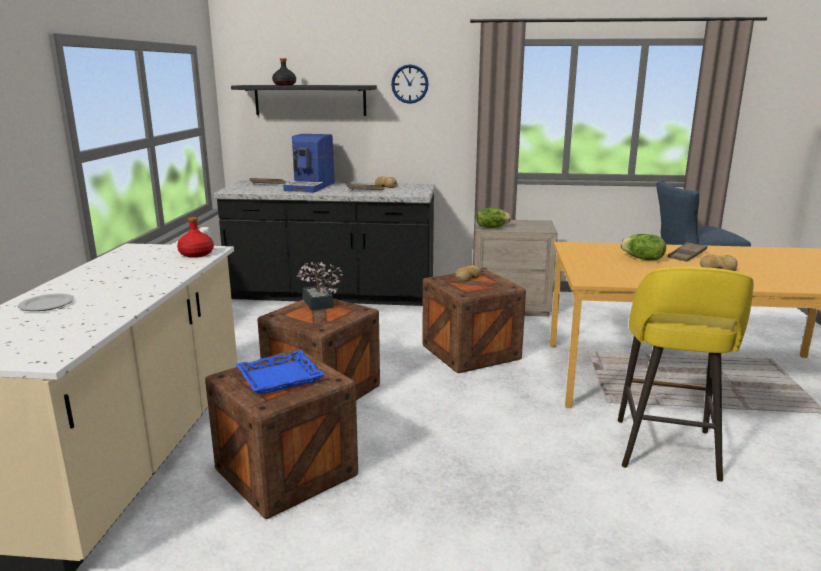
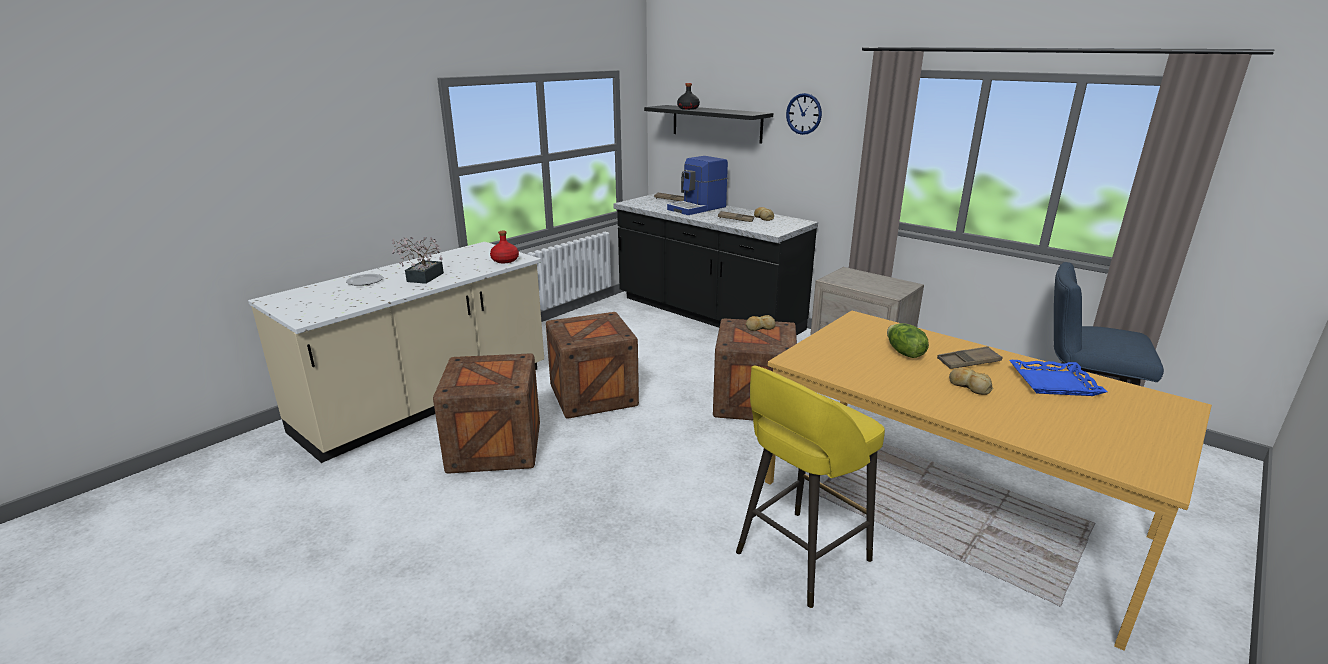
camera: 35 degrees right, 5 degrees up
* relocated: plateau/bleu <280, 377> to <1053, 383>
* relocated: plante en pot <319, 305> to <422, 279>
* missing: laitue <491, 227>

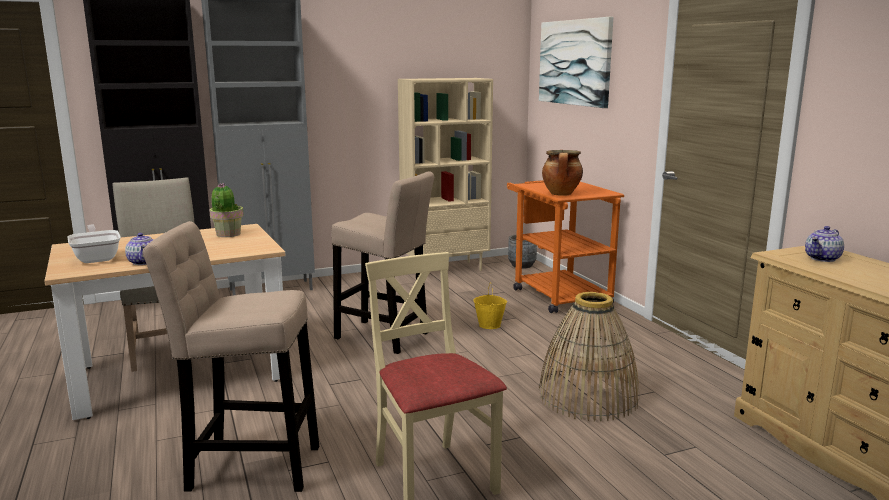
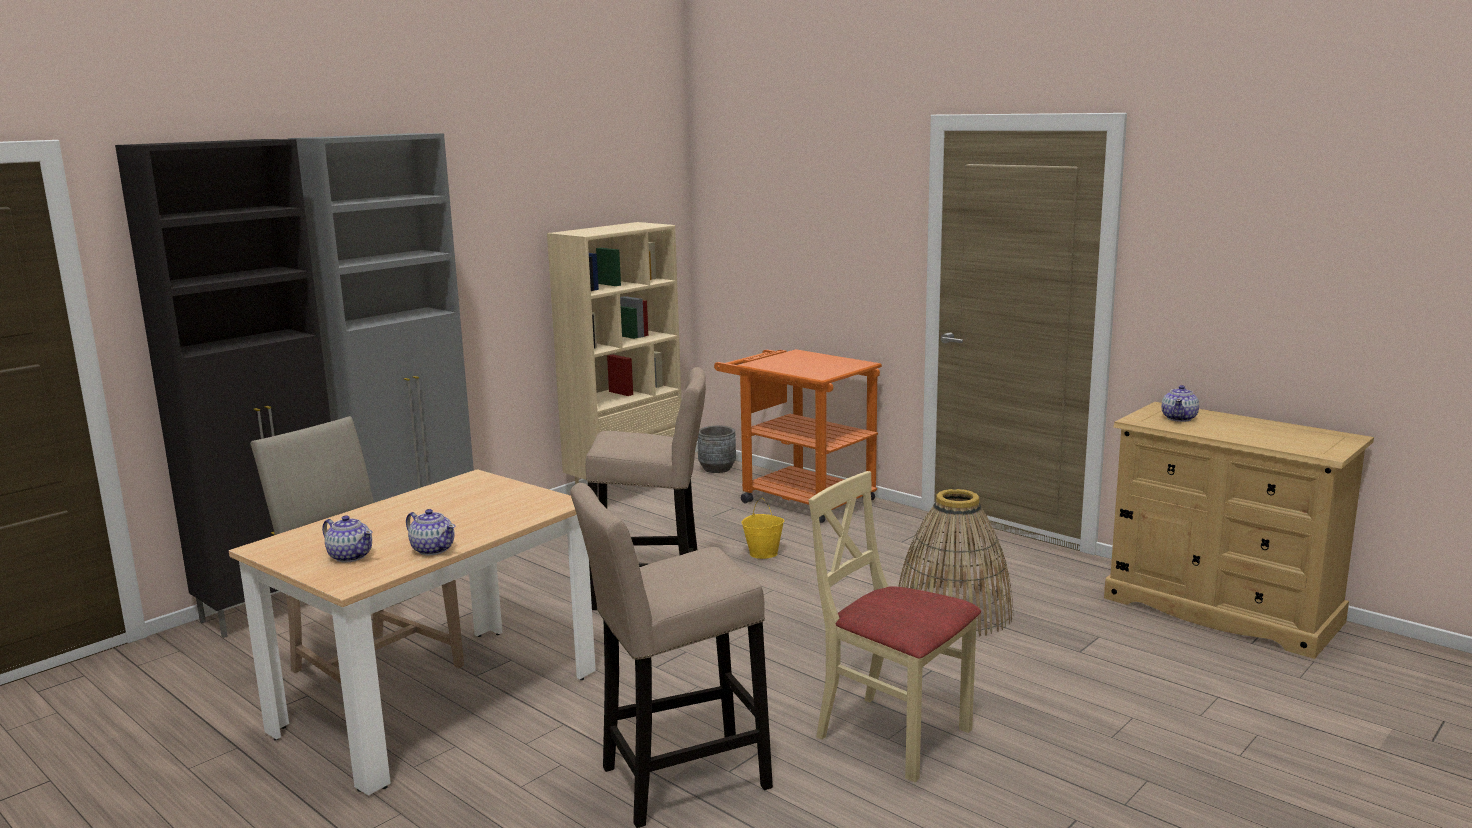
camera: 25 degrees left, 0 degrees up
* exchanged: poêle <97, 258> to théière <350, 556>
* missing: plante en pot <228, 234>
* missing: tableau <574, 62>
* missing: marmite <561, 194>

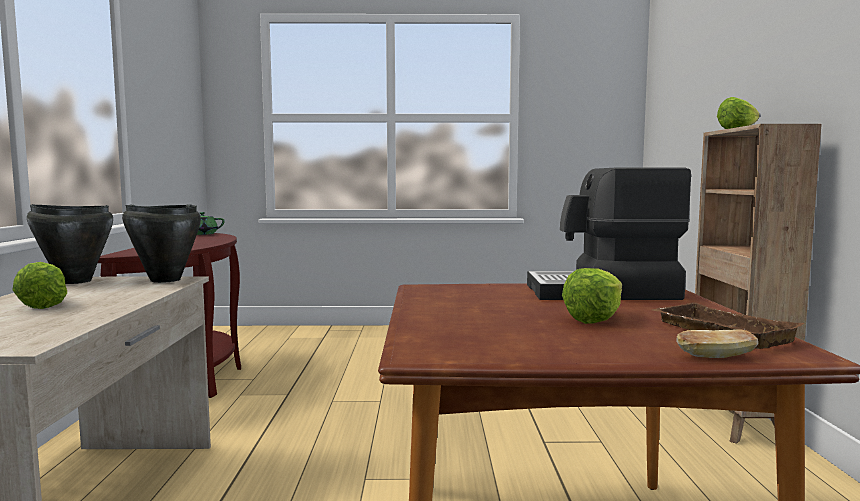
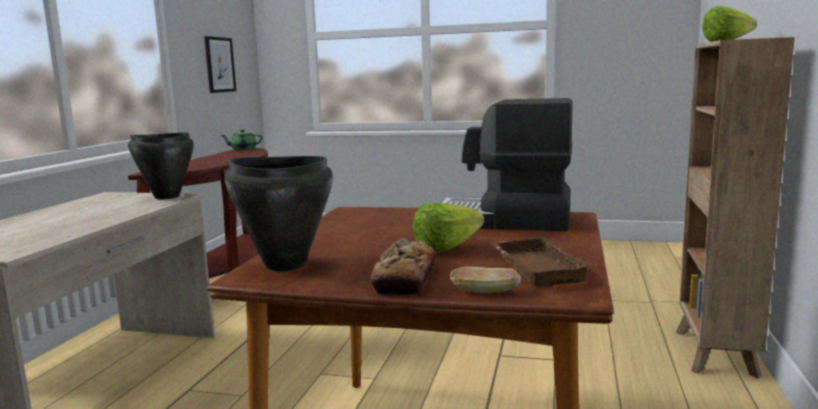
camera: 15 degrees right, 5 degrees up
* missing: laitue <46, 303>
* relocated: marmite/noir <74, 281> to <284, 265>
* appeared: tableau <219, 65>
* appeared: pain <405, 279>

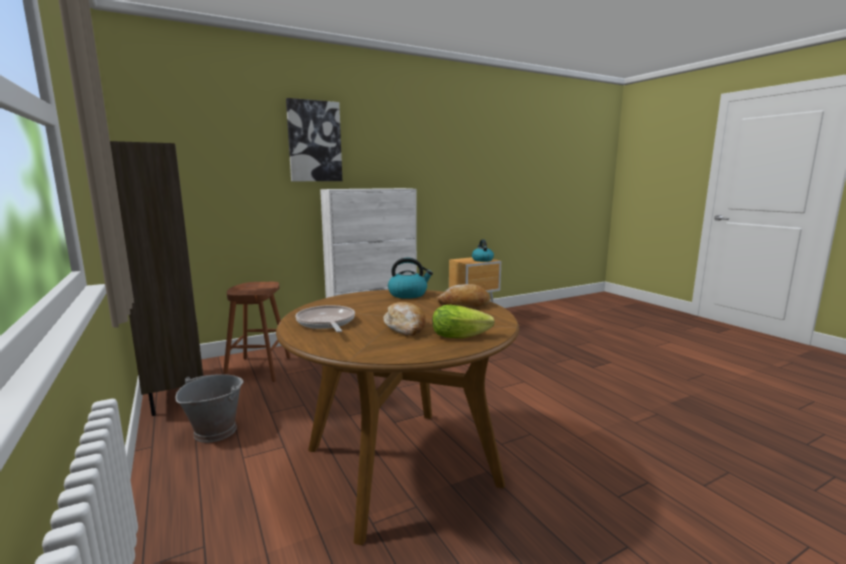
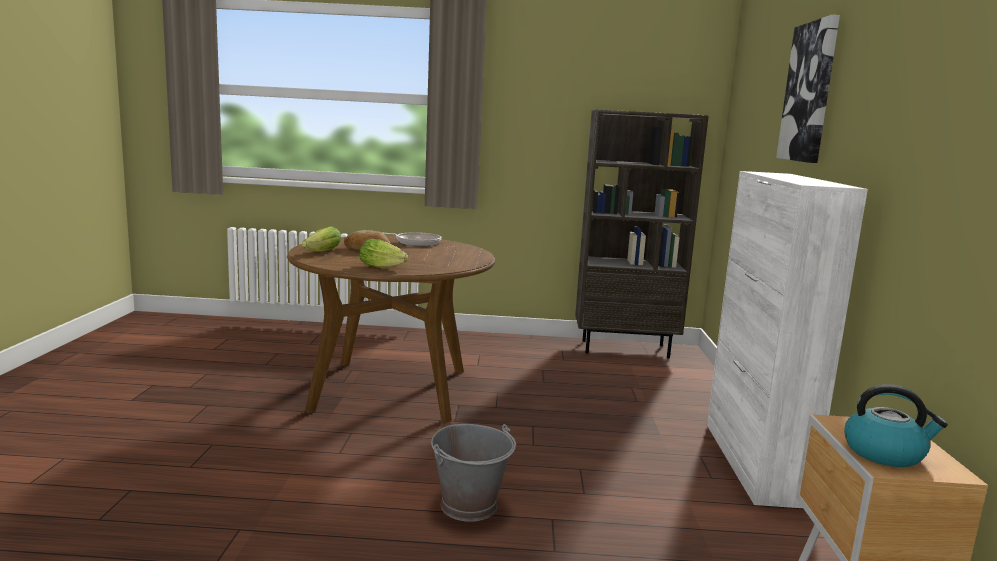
camera: 120 degrees right, 0 degrees up
* relocated: seau/gris <215, 431> to <470, 505>
* missing: tabouret/marron <258, 369>
* missing: bouilloire <408, 294>
* exchanged: pain <465, 304> to laitue <384, 267>

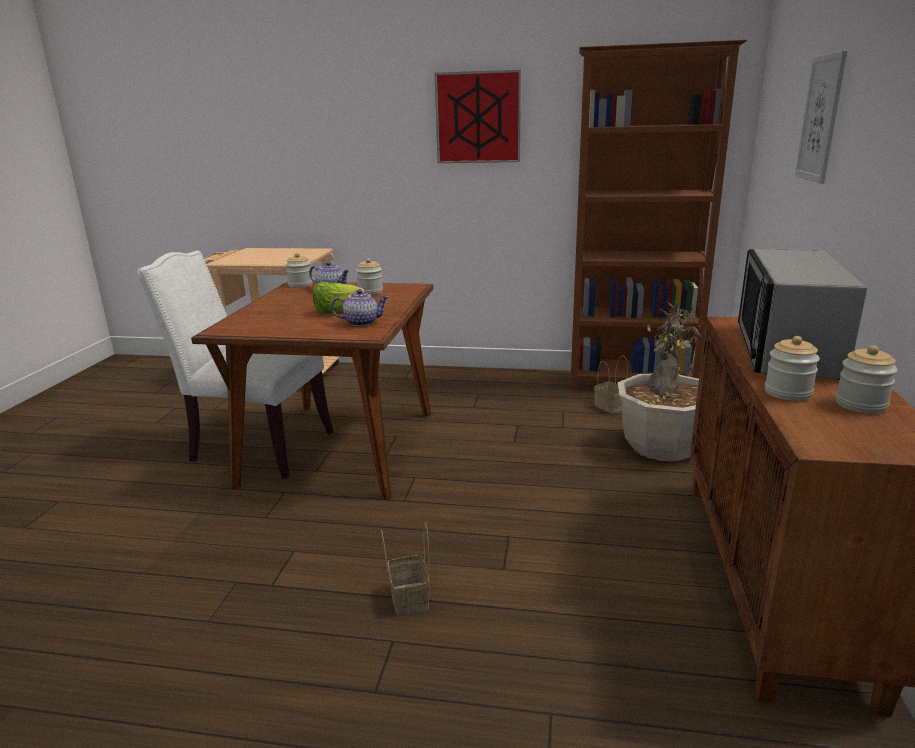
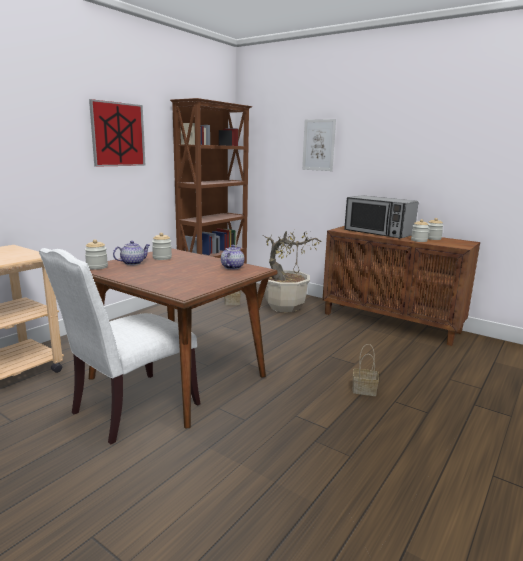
camera: 65 degrees left, 5 degrees down
* missing: laitue <337, 311>

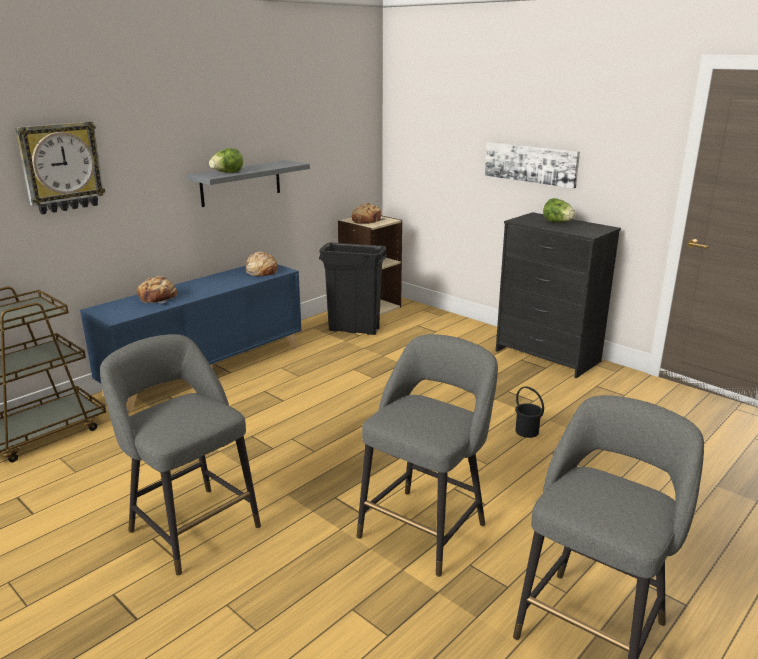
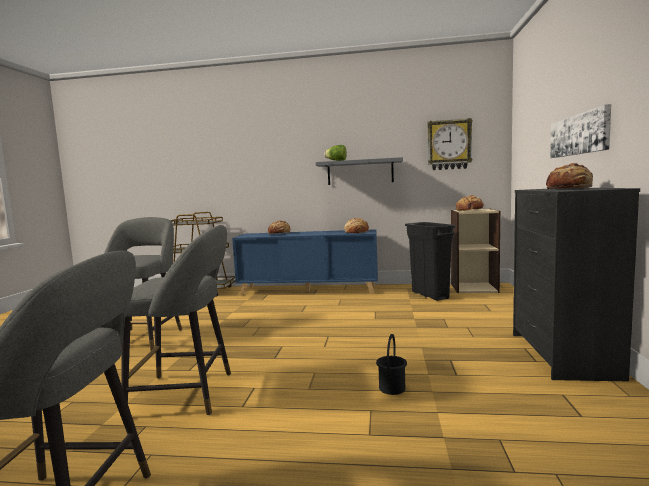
camera: 55 degrees right, 15 degrees down
* relocated: horloge murale <61, 167> to <449, 145>
* exchanged: laitue <558, 222> to pain <569, 188>

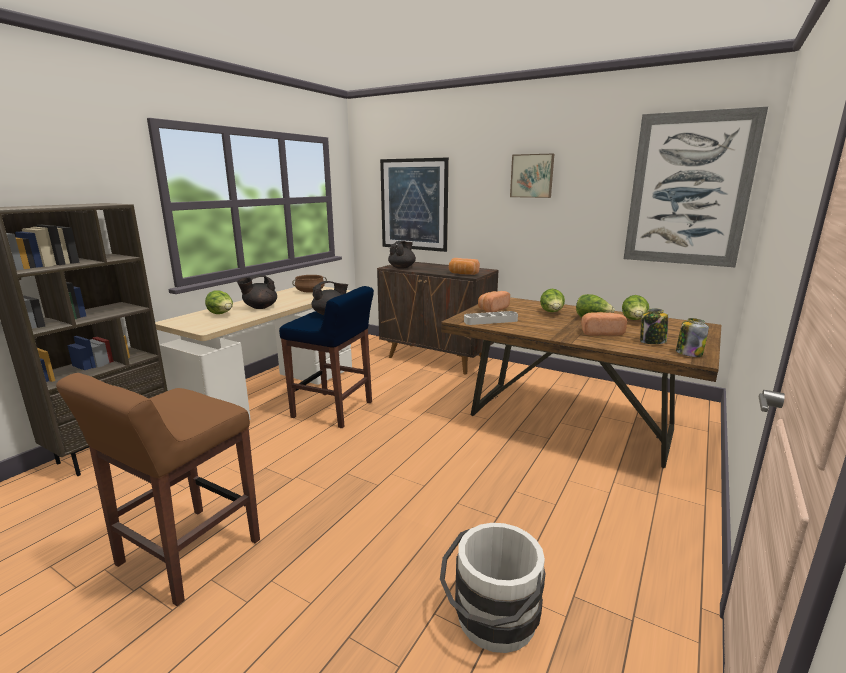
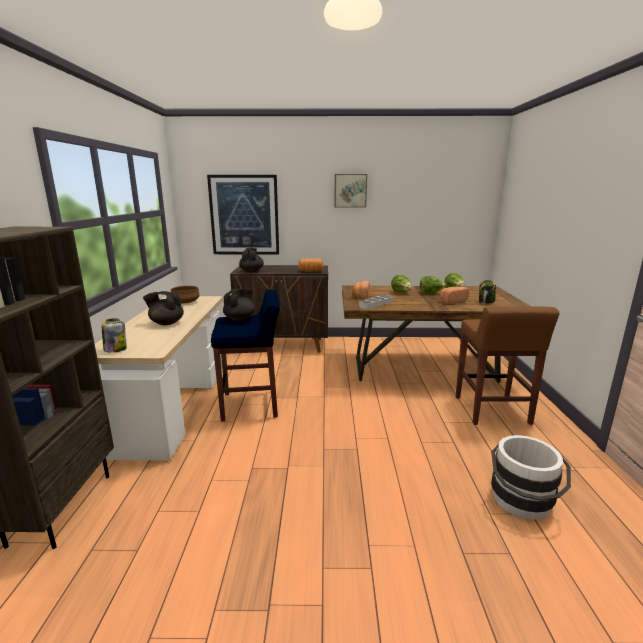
camera: 30 degrees left, 0 degrees up
* relocated: tabouret/marron <187, 554> to <492, 411>
* missing: laitue <221, 314>
* spun: théière/noir <260, 307> = <166, 323> 75 degrees clockwise
* missing: tableau <688, 190>
* relocated: bocal <688, 354> to <115, 349>

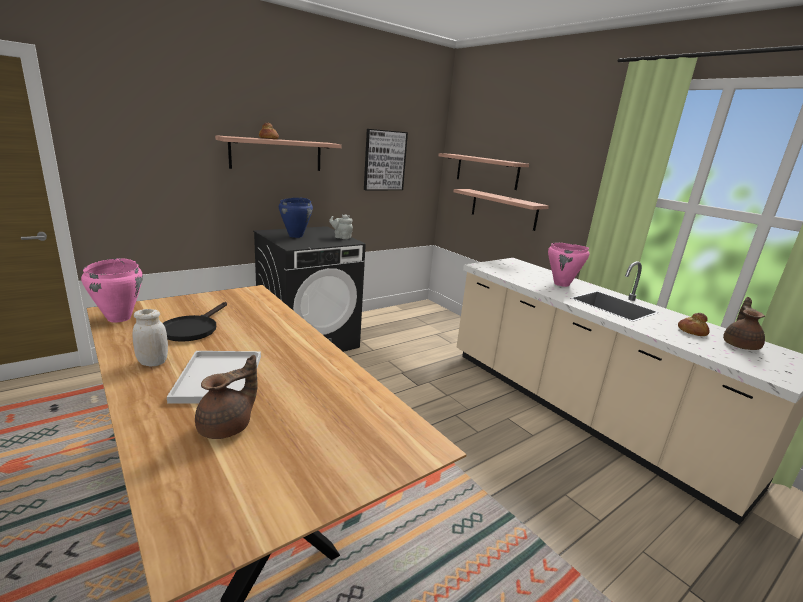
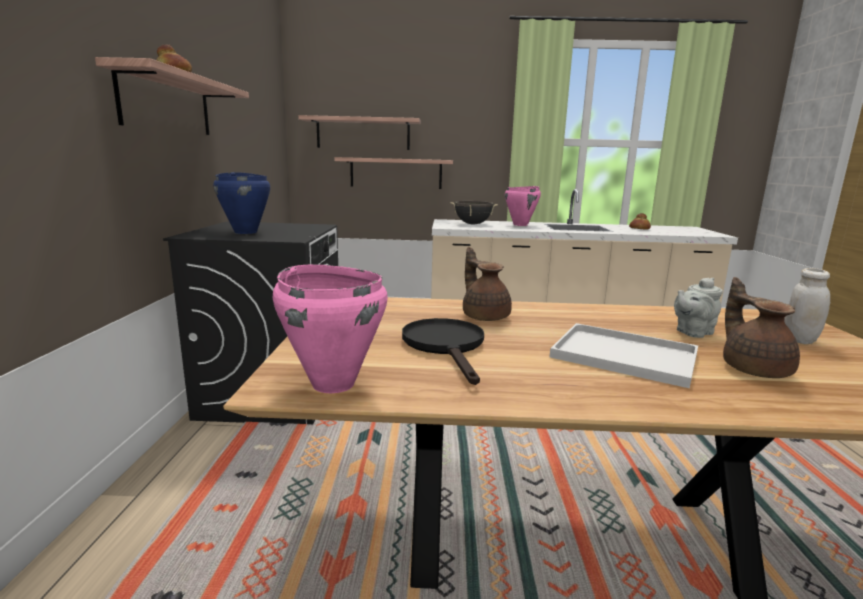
camera: 50 degrees left, 5 degrees down
* relocated: bocal/blanc <153, 362> to <799, 340>
* spun: poêle/noir <193, 328> = <446, 346> 150 degrees counterclockwise
* relocated: théière/gris <341, 237> to <692, 332>
* missing: tableau <384, 160>
* relocated: théière/marron <740, 345> to <484, 316>
* appeared: marmite/noir <472, 224>

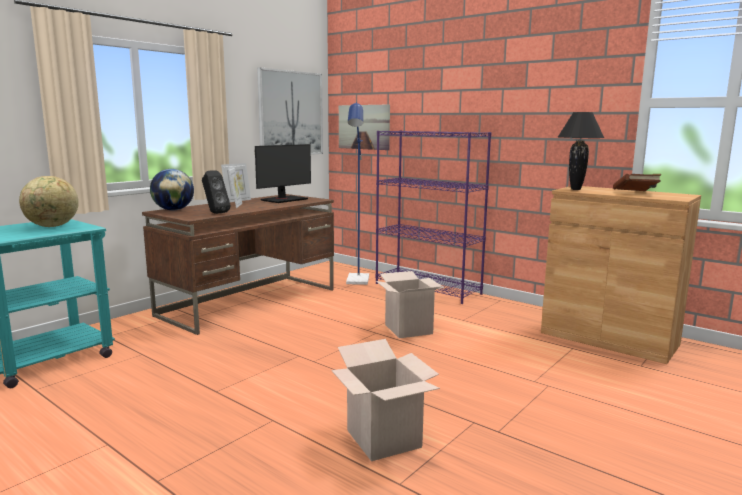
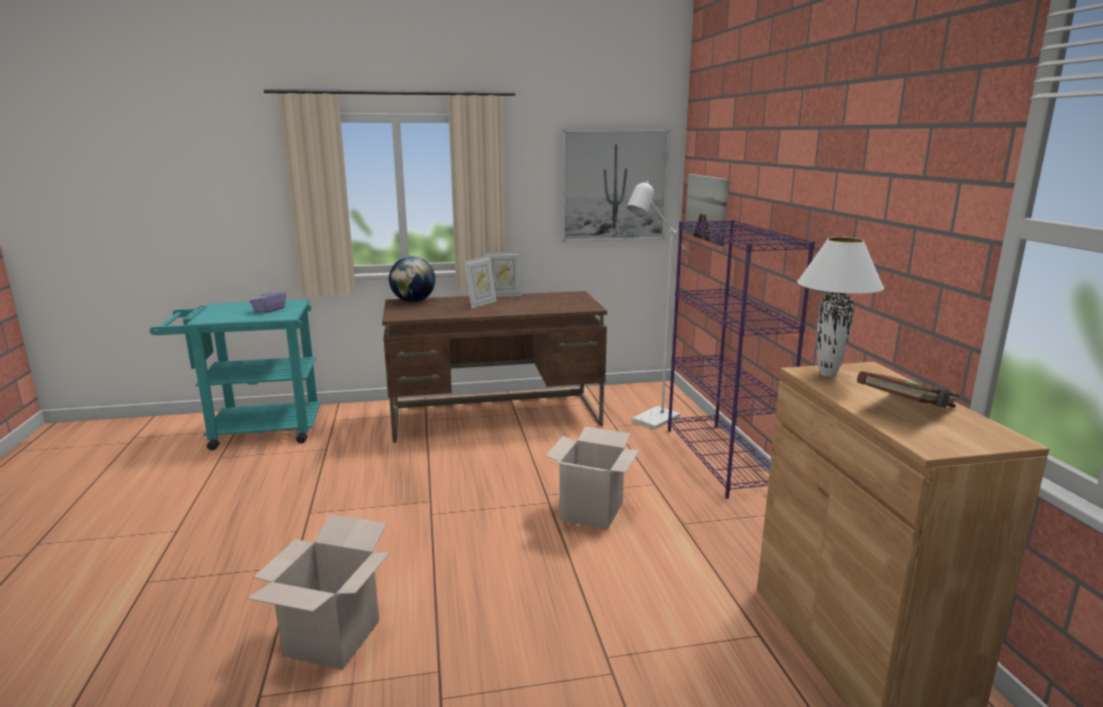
camera: 40 degrees right, 5 degrees up
* exchanged: globe <52, 226> to boîte à mouchoirs/violet <269, 310>
* missing: enceinte/noir <215, 213>
* missing: écran d'ordinateur <284, 199>
* colour: lampadaire/bleu <357, 281> to lampadaire/blanc <651, 421>
* colour: lampe de table/noir <575, 189> to lampe de table/blanc <828, 374>

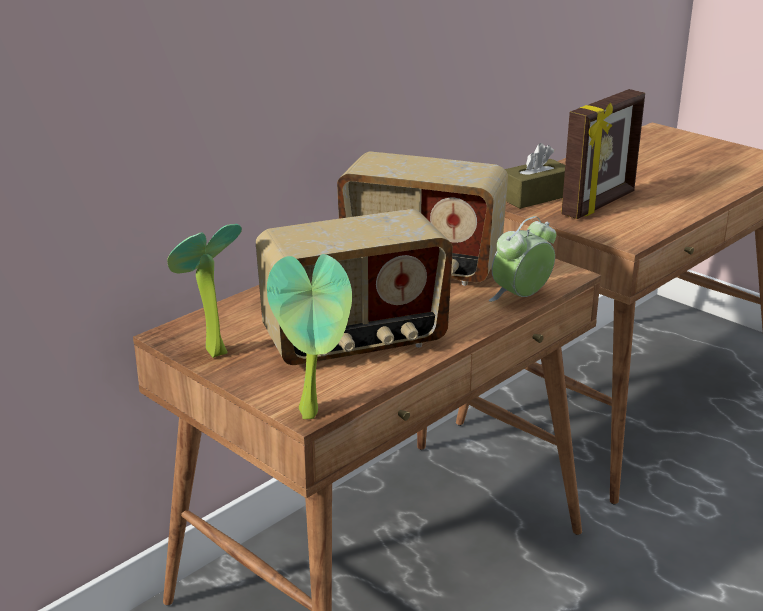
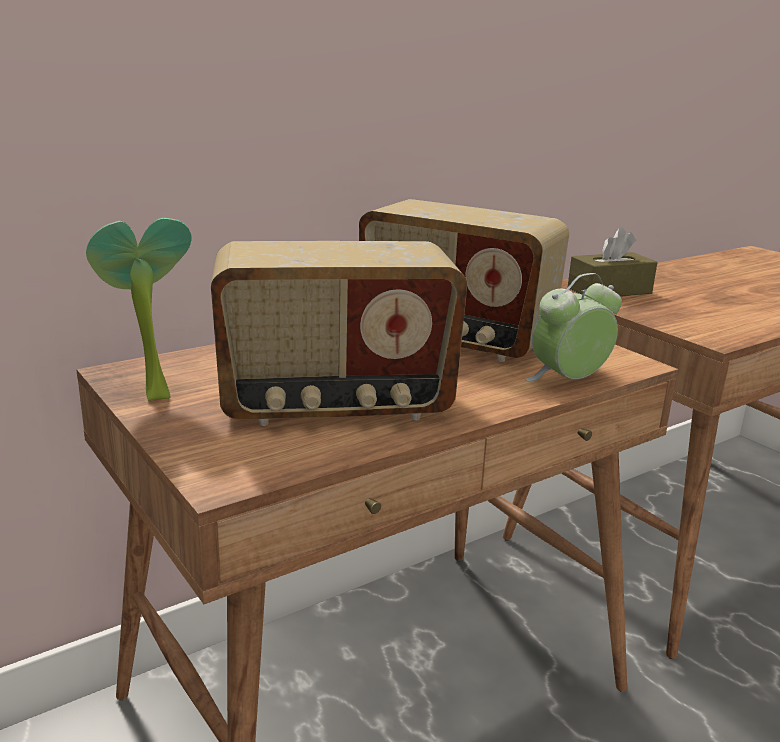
camera: 10 degrees right, 5 degrees down
* missing: plante en pot <314, 413>
* missing: cadre photo <600, 204>

